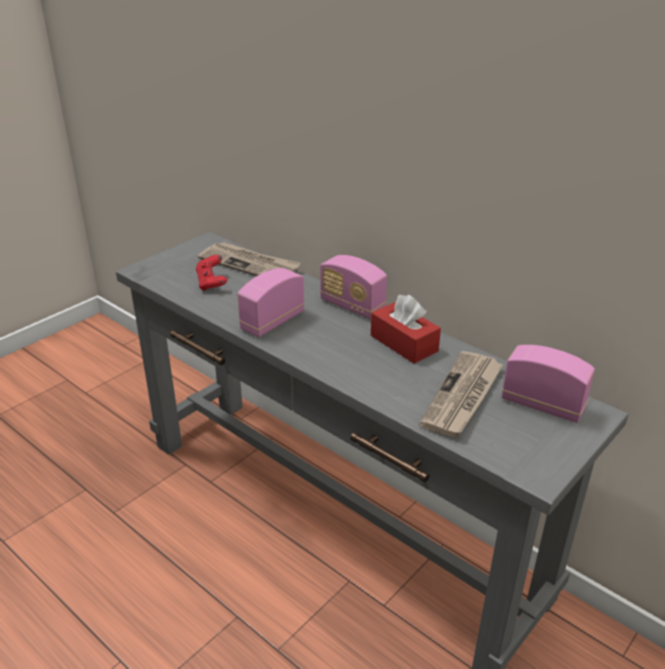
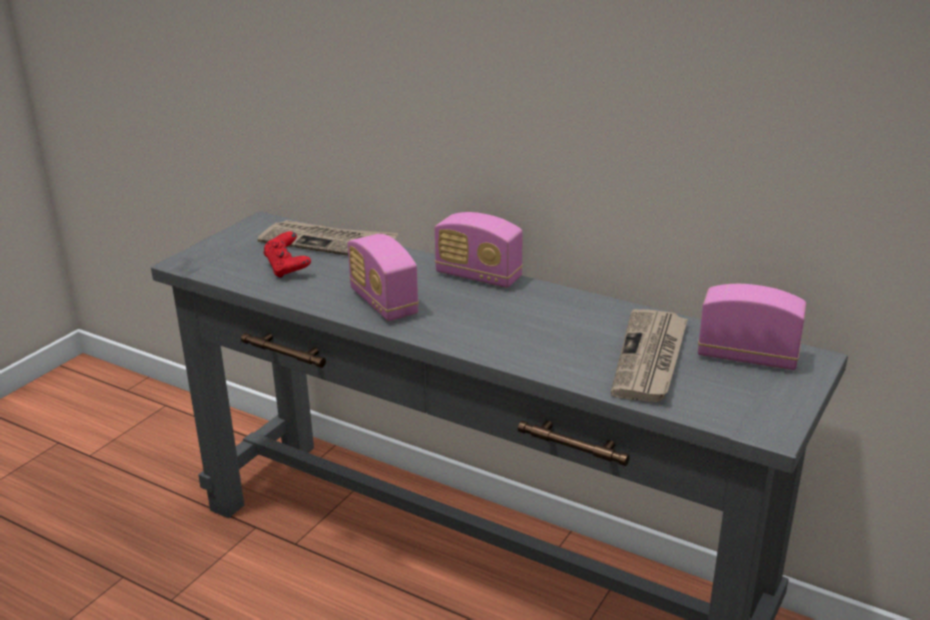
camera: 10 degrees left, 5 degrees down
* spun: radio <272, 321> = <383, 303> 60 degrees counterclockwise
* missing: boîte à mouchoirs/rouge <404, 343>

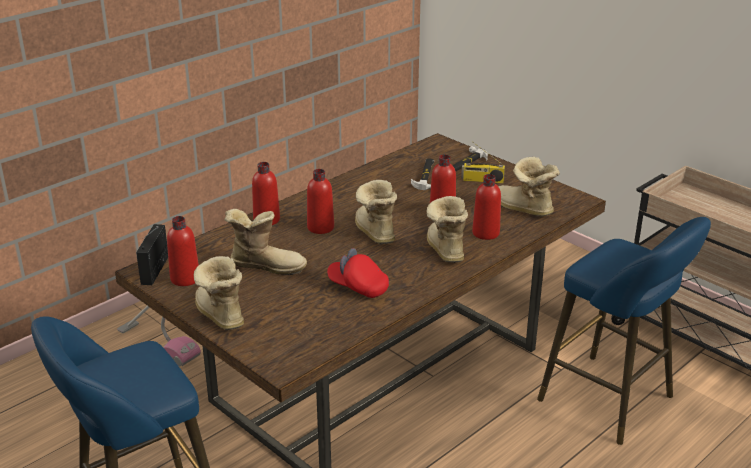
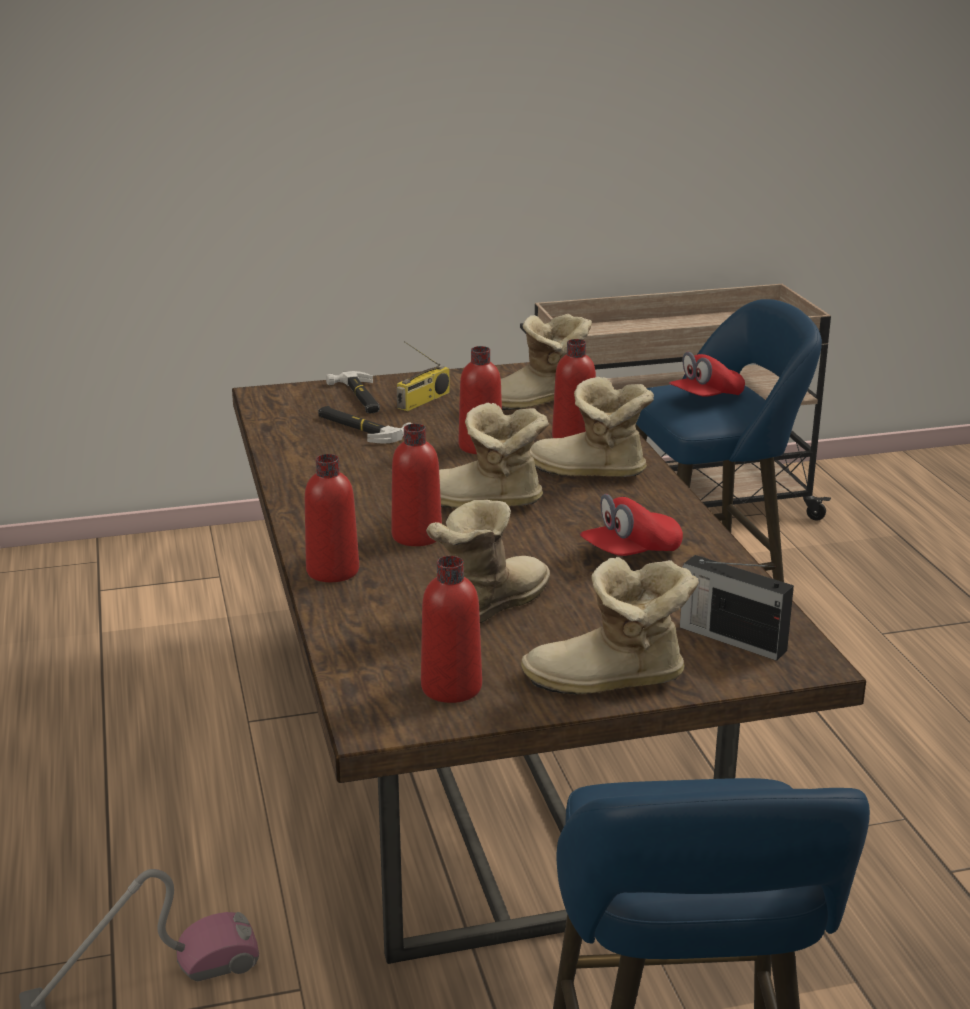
camera: 60 degrees left, 5 degrees down
* relocated: radio <155, 269> to <730, 638>
* appeared: casquette/rouge <705, 398>

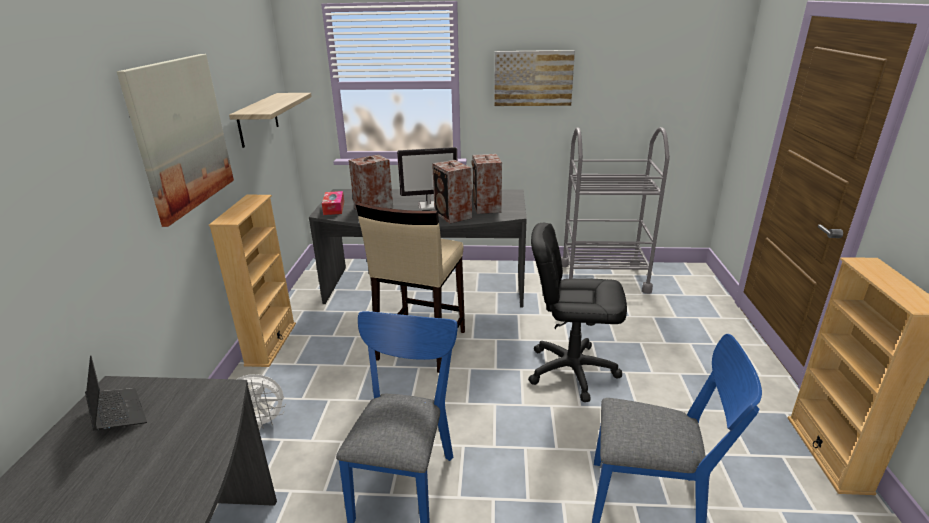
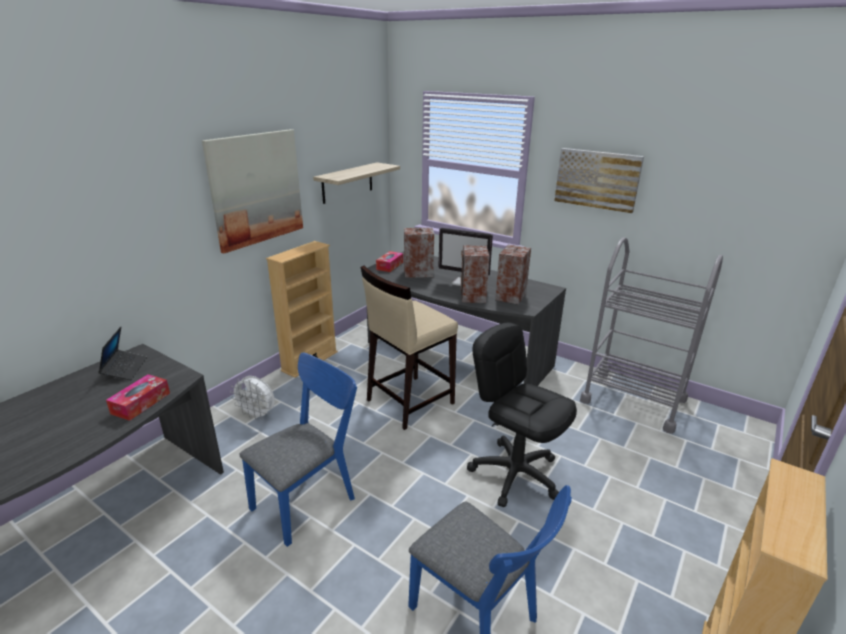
camera: 30 degrees right, 0 degrees up
* appeared: boîte à mouchoirs <141, 403>

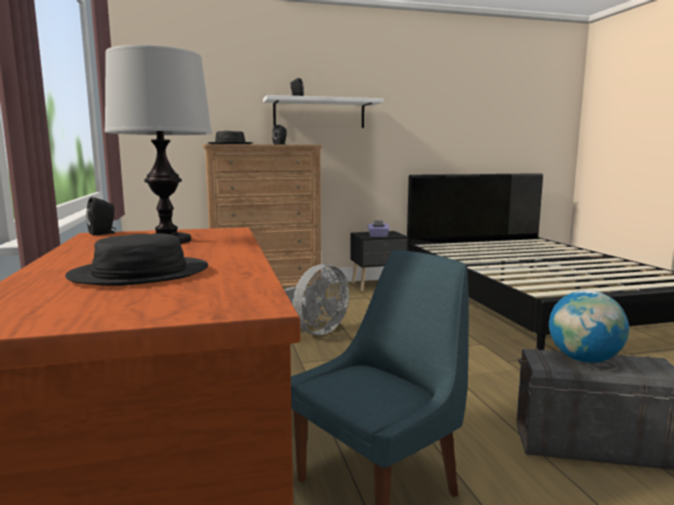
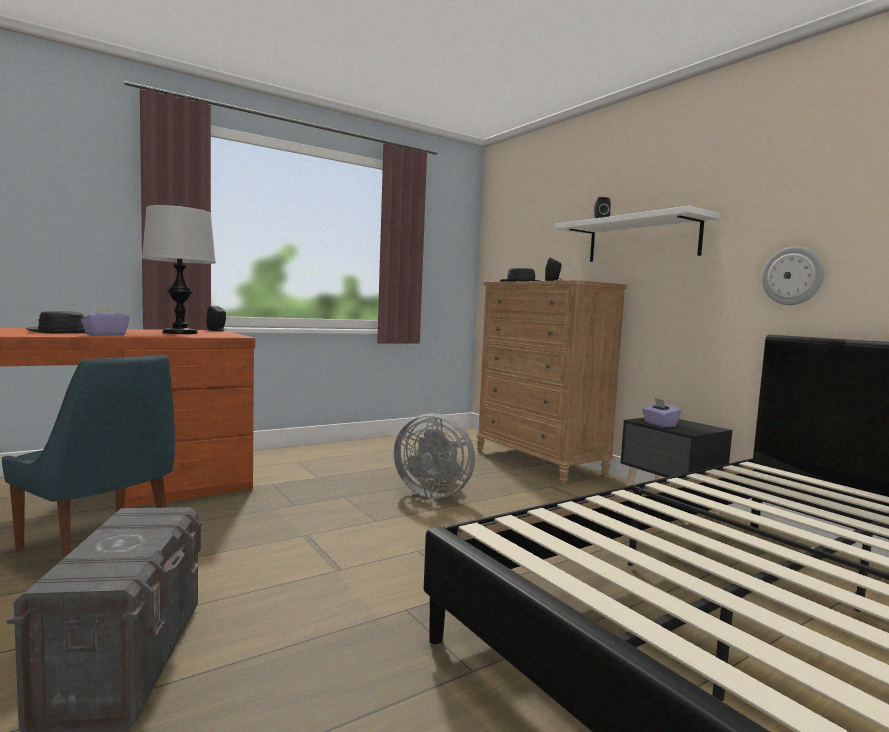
camera: 70 degrees right, 5 degrees down
* missing: globe <584, 359>
* appeared: boîte à mouchoirs/violet <105, 334>
* appeared: horloge murale <793, 276>

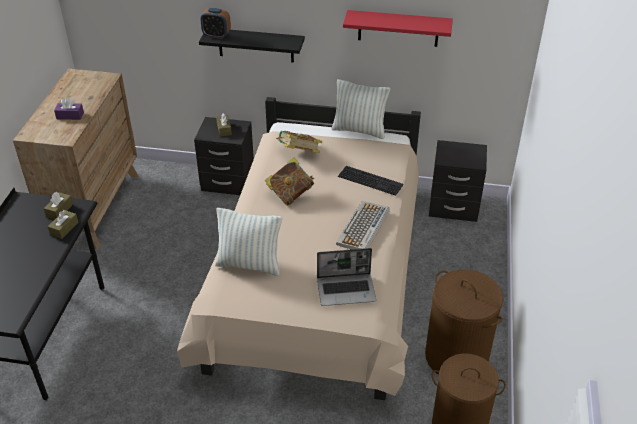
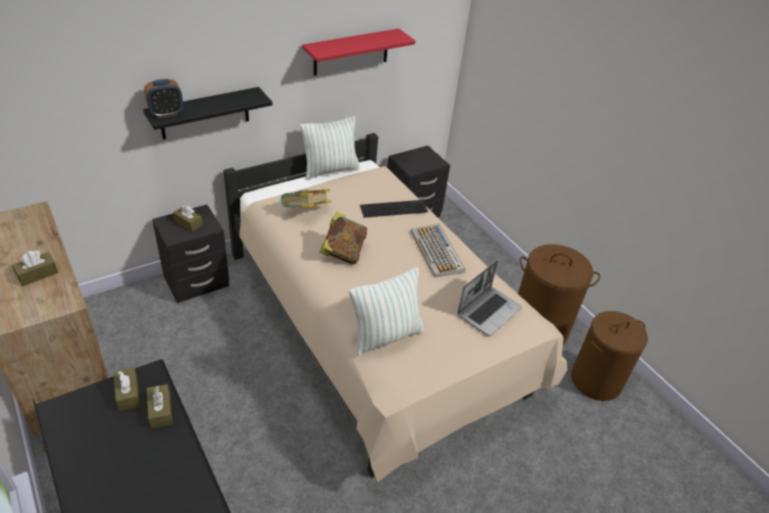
camera: 45 degrees left, 0 degrees up
* colour: boîte à mouchoirs/violet <70, 115> to boîte à mouchoirs/marron <37, 274>

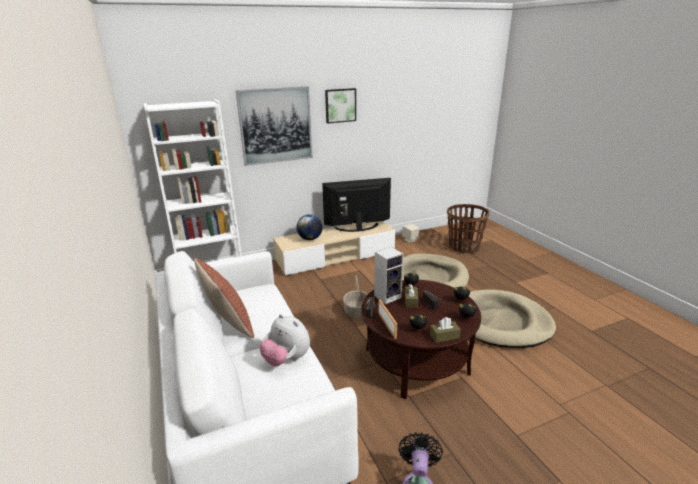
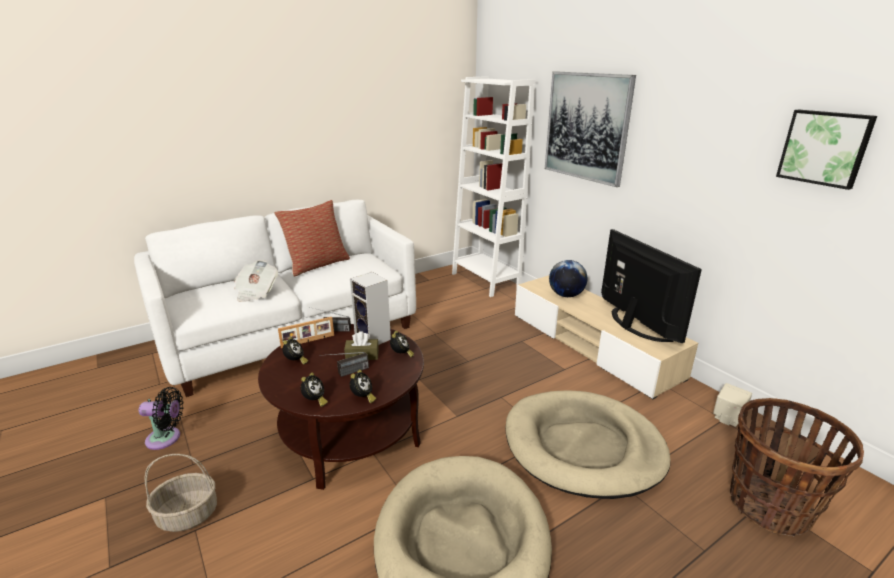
camera: 80 degrees right, 0 degrees up
* exchanged: peluche <286, 359> to journal <256, 292>
* relocated: tableau <340, 105> to <824, 148>
* relocated: panier <357, 312> to <187, 515>
* missing: boîte à mouchoirs/marron <444, 336>

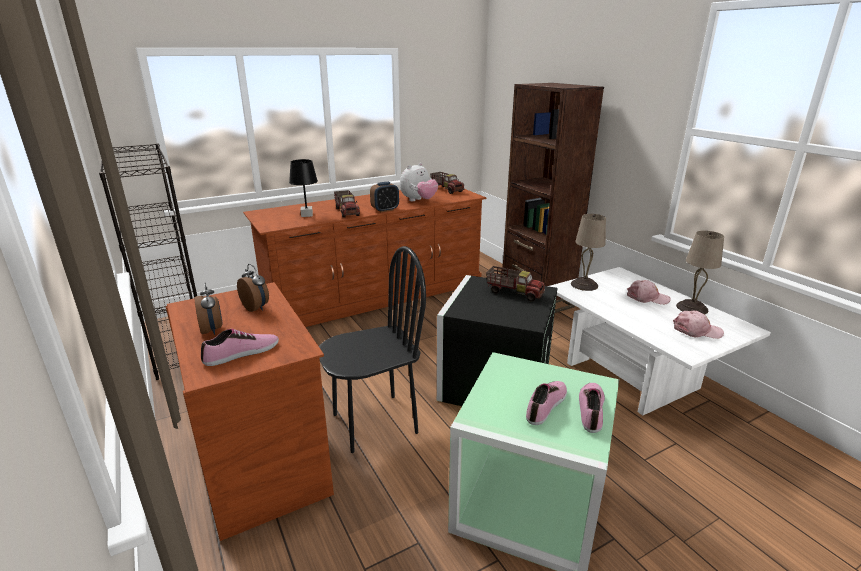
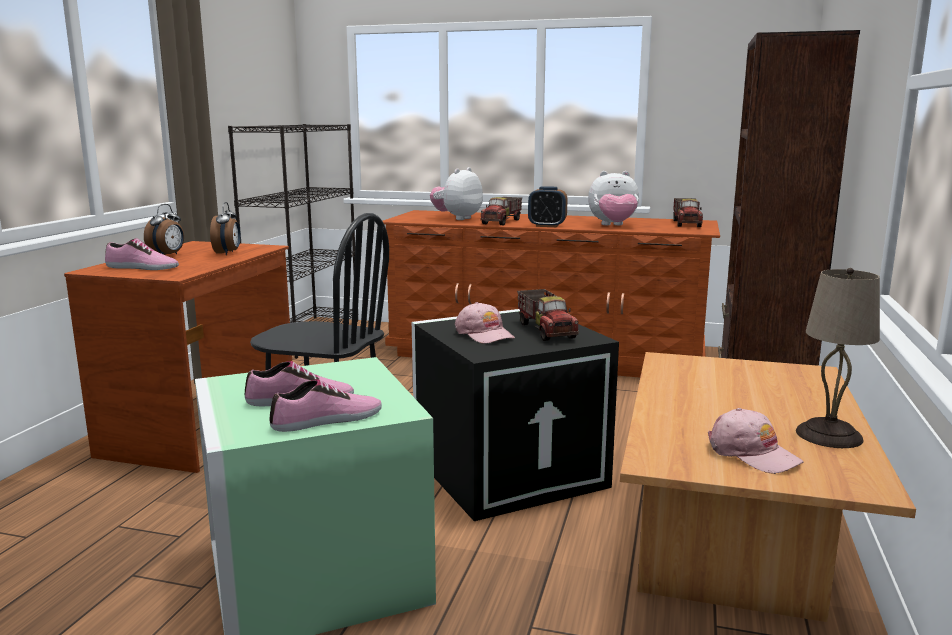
camera: 45 degrees right, 10 degrees down
* exchanged: lampe de table/noir <307, 215> to peluche <457, 218>
* colour: table basse/blanc <635, 375> to table basse/marron <733, 552>
* missing: lampe de table/beige <583, 285>
* relocated: casquette/rose <647, 298> to <484, 334>

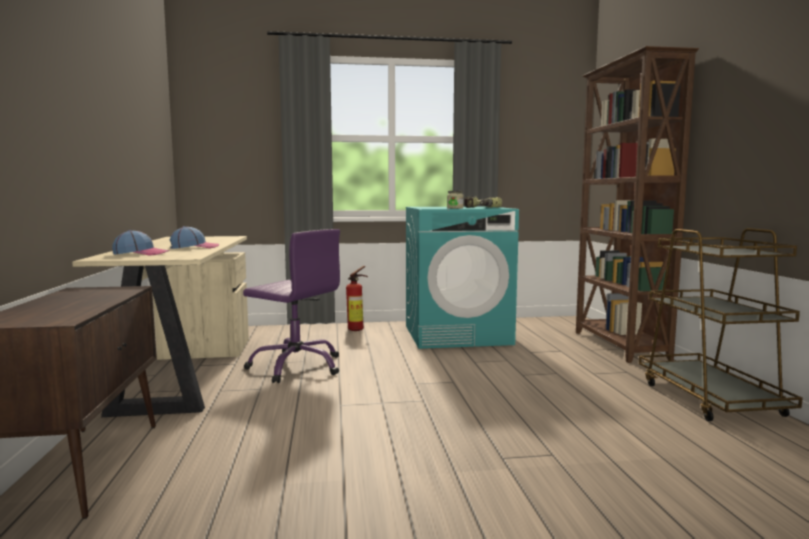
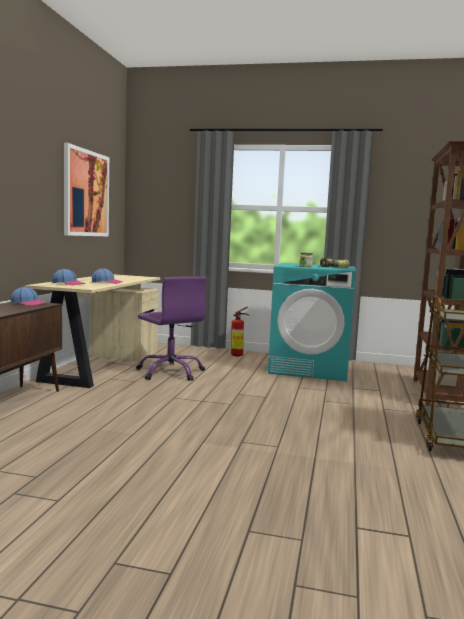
camera: 20 degrees right, 0 degrees up
* appeared: casquette <28, 303>
* appeared: tableau <86, 193>

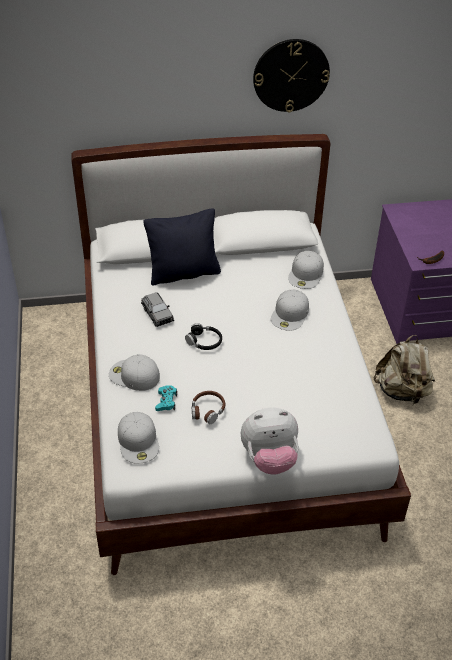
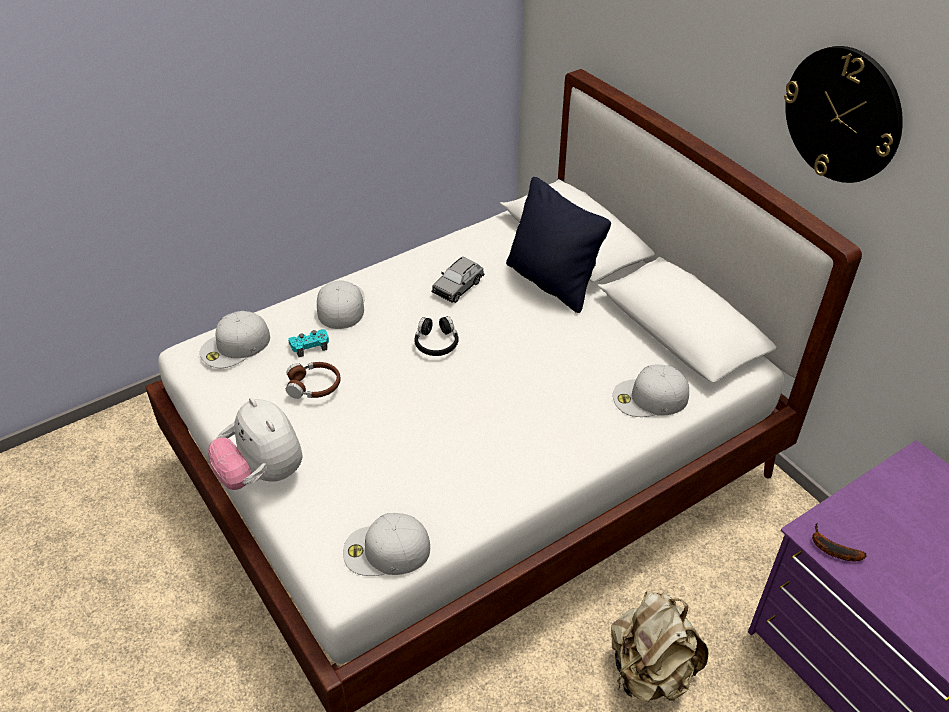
camera: 65 degrees right, 0 degrees up
* relocated: casquette/blanc <290, 314> to <386, 551>

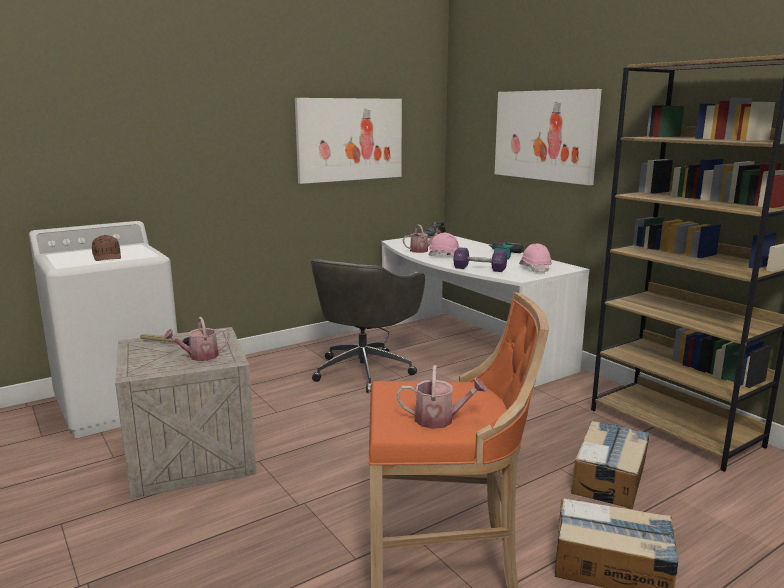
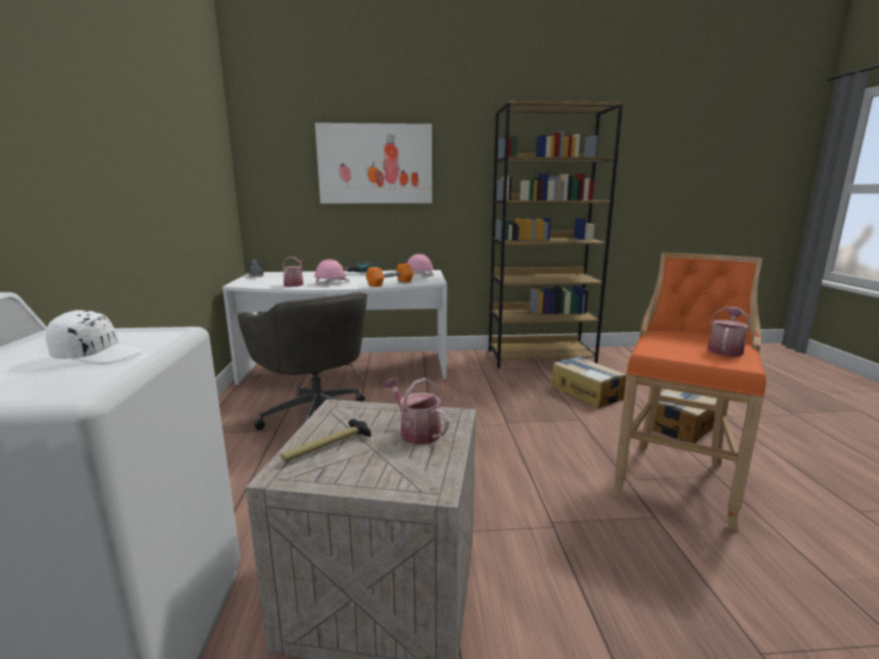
camera: 60 degrees left, 0 degrees up
* colour: casquette/marron <108, 257> to casquette/blanc <98, 355>
* spun: arrosoir <199, 356> = <416, 431> 135 degrees clockwise
* missing: tableau <350, 139>
* colour: haltère/violet <479, 269> to haltère/orange <390, 283>

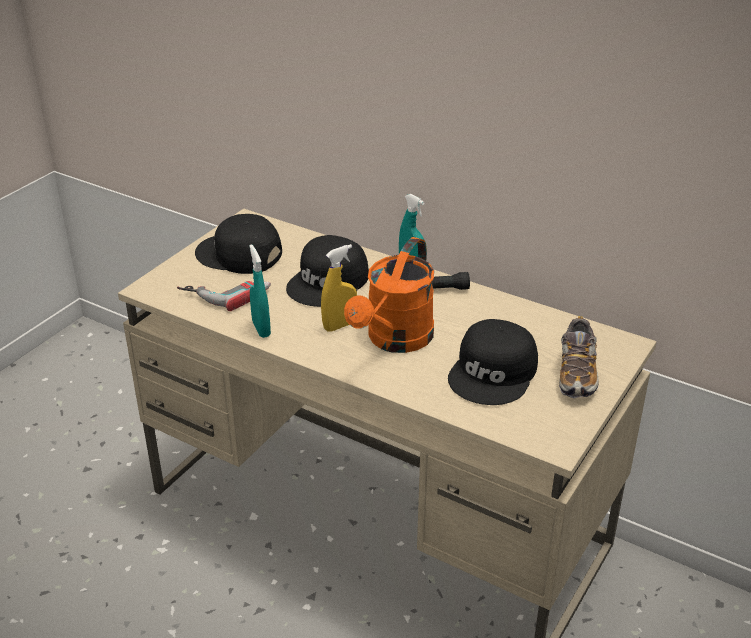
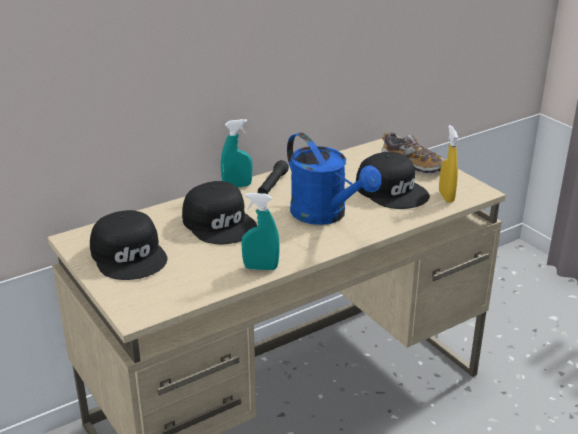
camera: 65 degrees left, 5 degrees down
* missing: perceuse <226, 292>
* spun: casquette/noir <239, 255> = <130, 255> 75 degrees counterclockwise
* relocated: vaporisateur/jaune <339, 325> to <446, 196>
* colour: arrosoir/orange <395, 340> to arrosoir/bleu <326, 215>

